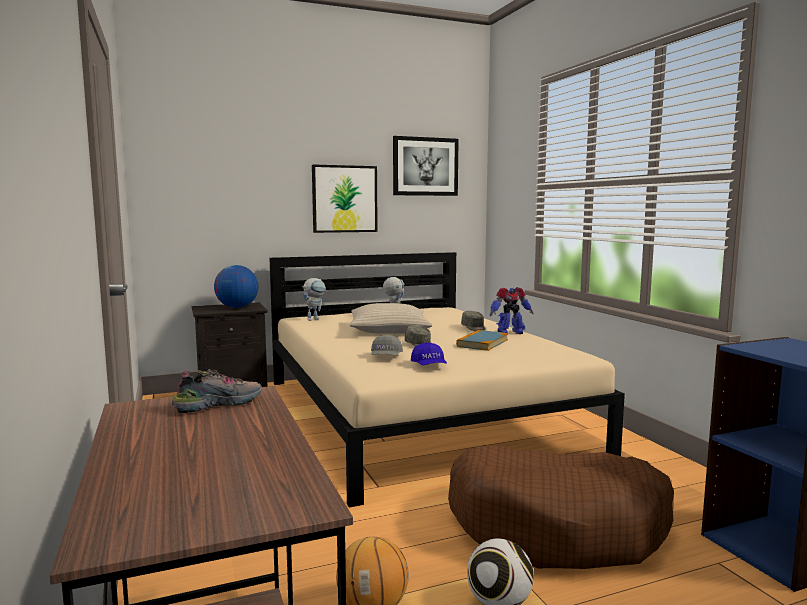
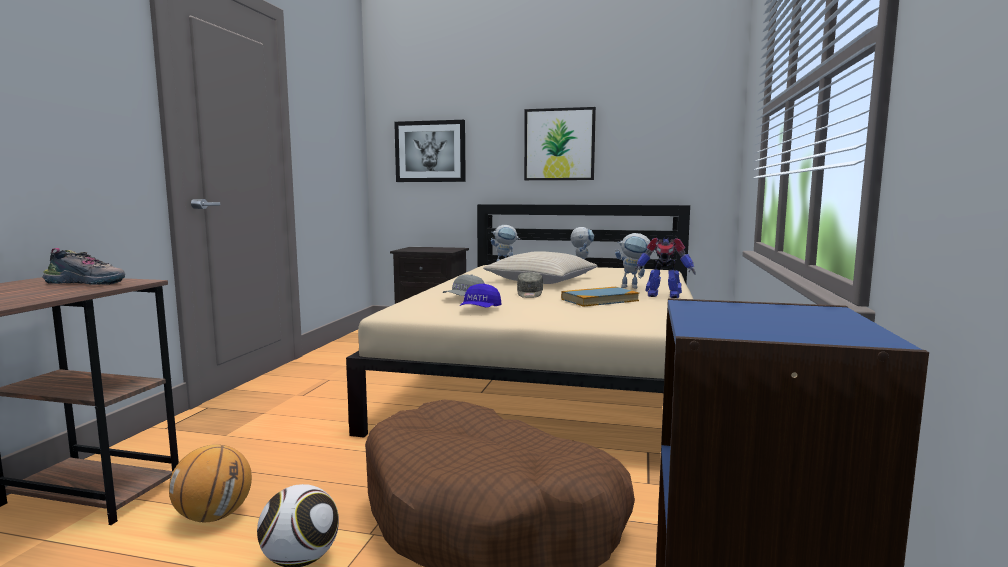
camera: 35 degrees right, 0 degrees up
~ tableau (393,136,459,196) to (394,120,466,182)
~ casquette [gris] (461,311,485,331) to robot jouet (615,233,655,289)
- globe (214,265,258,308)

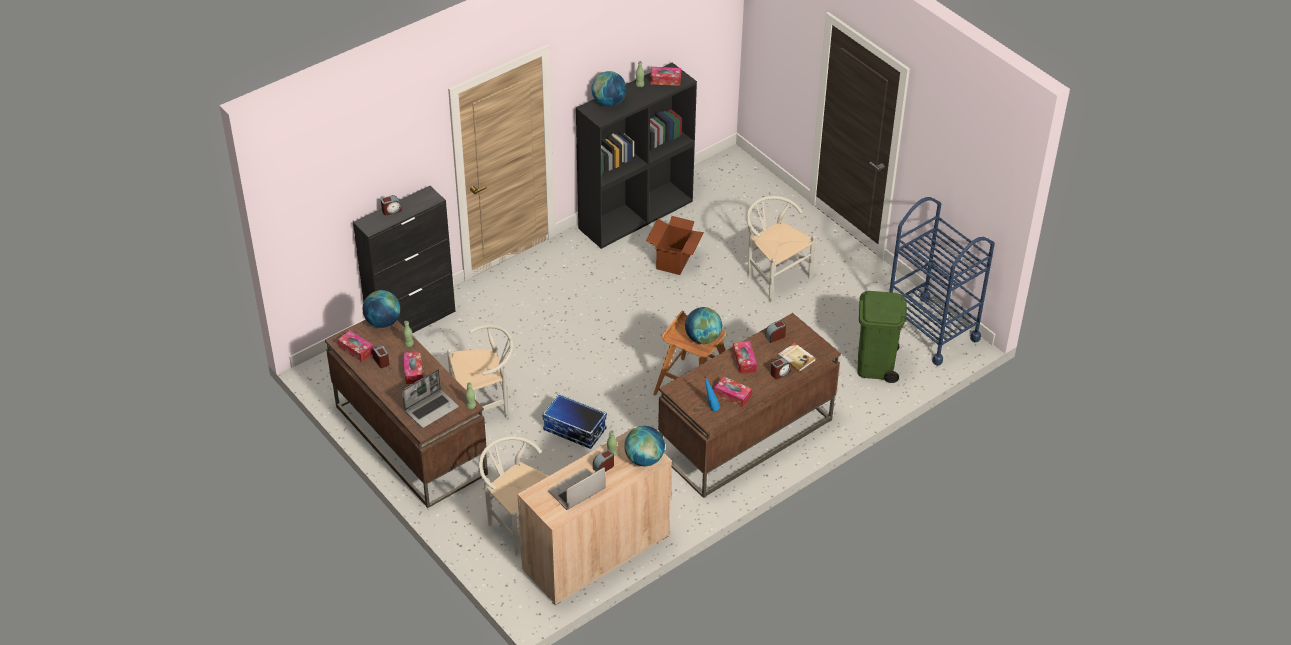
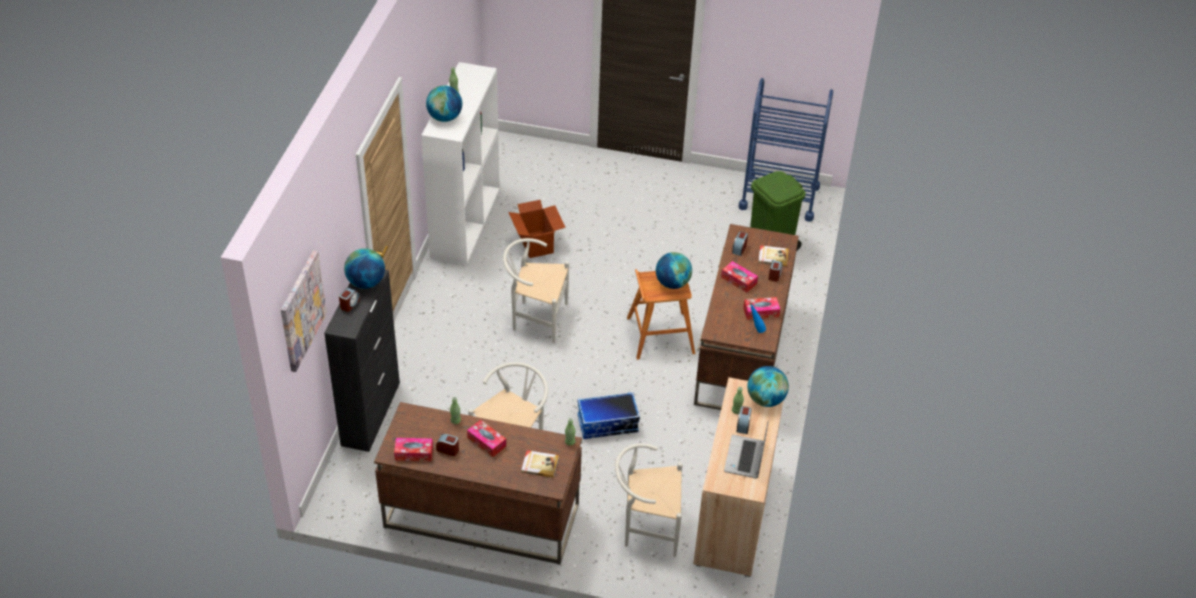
camera: 40 degrees left, 0 degrees up
+ tableau (281,250,327,372)
~ globe (363,290,400,328) to (344,248,385,289)
~ bibliothèque [noir] (576,62,697,249) to bibliothèque [blanc] (421,62,500,265)
~ chaise [blanc] (746,196,816,302) to (503,238,569,343)
~ ordinateur portable (402,369,459,428) to livre (521,450,559,478)
- boîte à mouchoirs (650,67,681,86)

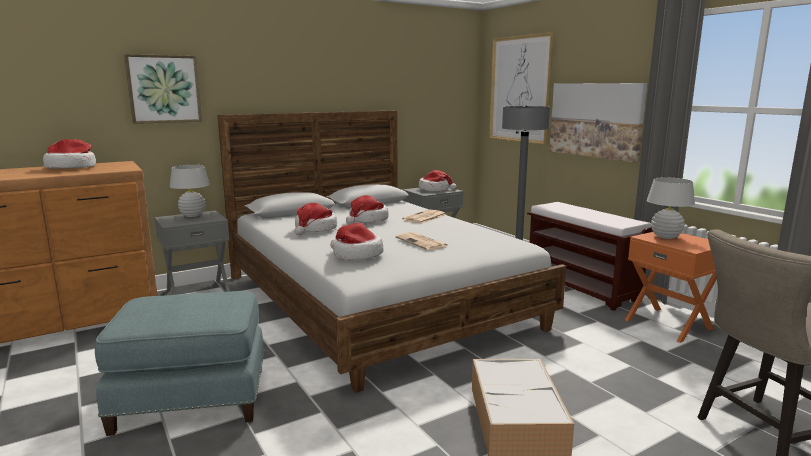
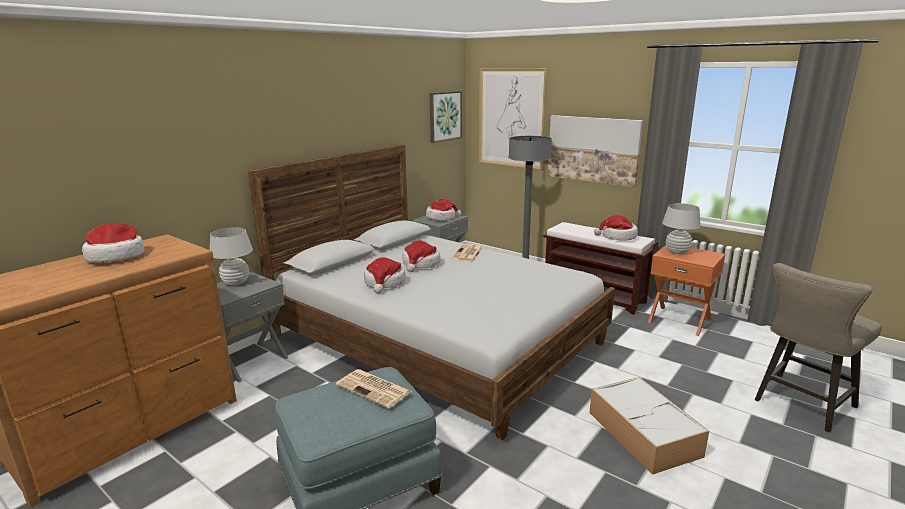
camera: 20 degrees left, 5 degrees up
~ journal (395,232,448,250) to (336,369,412,409)
~ tableau (124,54,202,124) to (430,91,462,143)
~ chapeau (330,223,383,260) to (594,215,638,241)

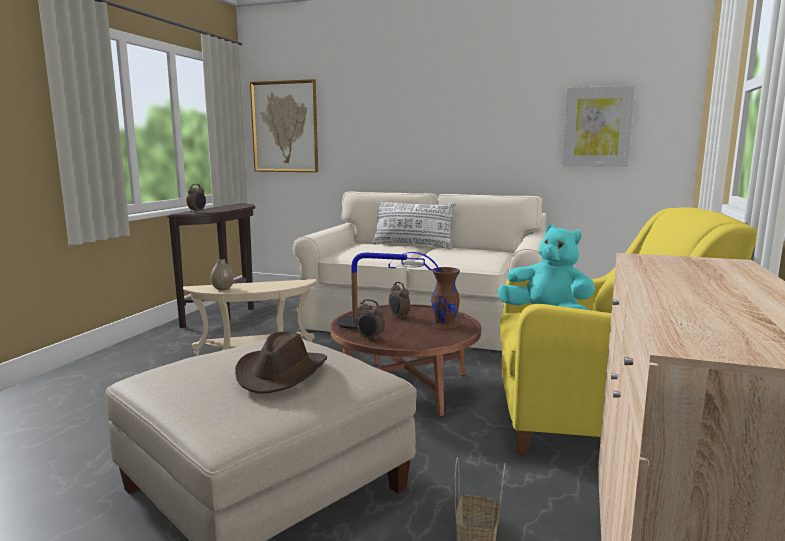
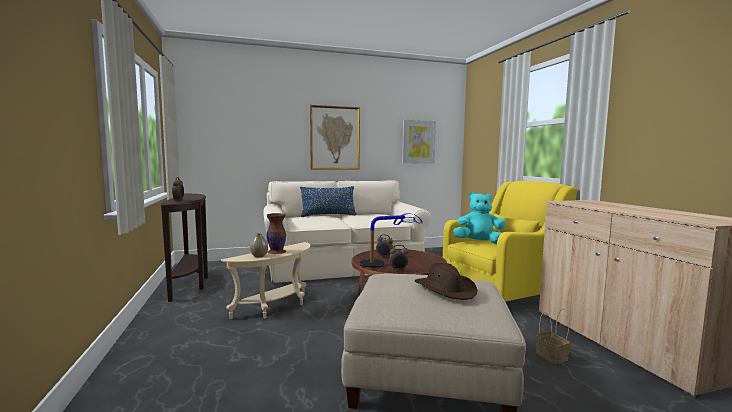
camera: 35 degrees left, 5 degrees down
~ vase [marron] (431,267,460,329) to (266,213,286,254)
~ coussin [blanc] (372,200,456,249) to coussin [bleu] (300,186,356,217)
~ tableau (250,79,318,172) to (310,105,360,170)

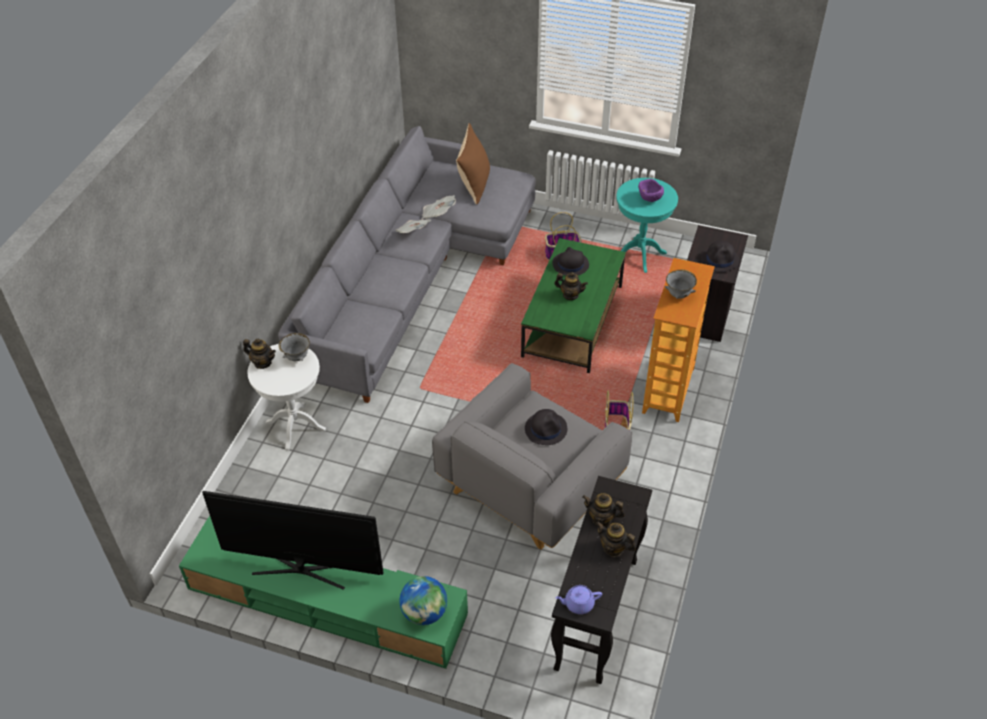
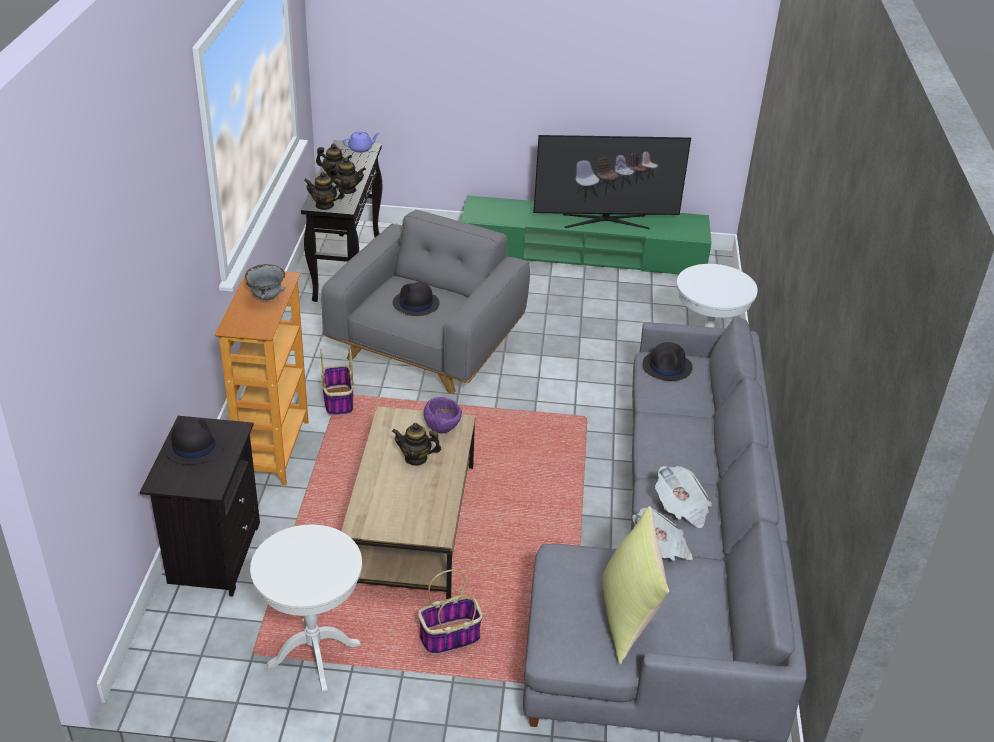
camera: 165 degrees right, 10 degrees down
~ table d'appoint [turquoise] (616,178,678,273) to table d'appoint [blanc] (250,524,362,692)
~ théière (243,339,276,369) to (304,172,345,210)
~ table basse [vert] (521,238,626,373) to table basse [marron] (341,407,476,599)
~ bol [violet] (638,179,664,202) to (424,397,462,433)
~ coussin [marron] (456,123,490,204) to coussin [jaune] (602,506,669,664)
~ chapeau [noir] (552,247,589,276) to (642,342,693,381)
- bol [gris] (279,333,310,361)
- globe (399,576,447,625)

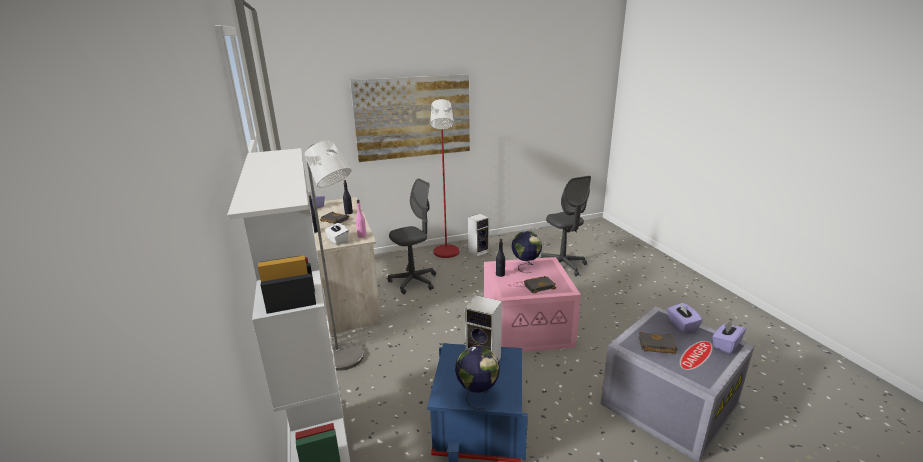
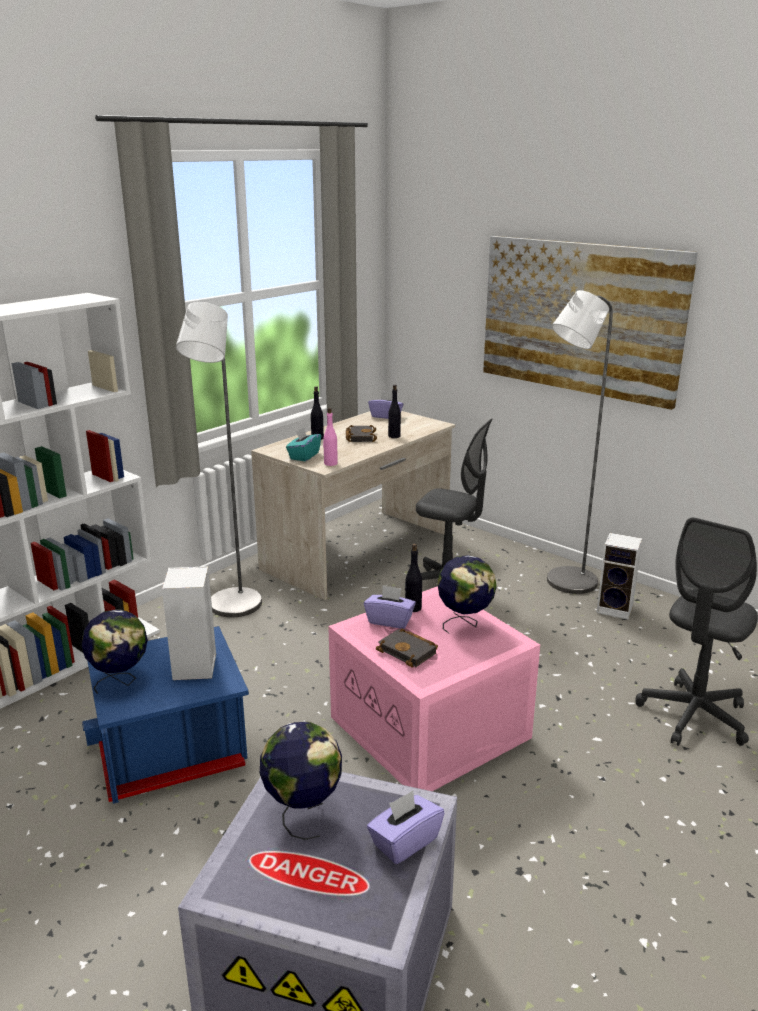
camera: 60 degrees right, 0 degrees up
~ livre [noir] (638,332,677,354) to globe (260,722,342,840)
~ boîte à mouchoirs [blanc] (325,222,349,245) to boîte à mouchoirs [turquoise] (286,427,321,461)
~ boîte à mouchoirs [violet] (712,320,746,354) to (364,585,416,629)
~ lampadaire [rouge] (430,99,459,258) to lampadaire [gris] (547,290,613,594)

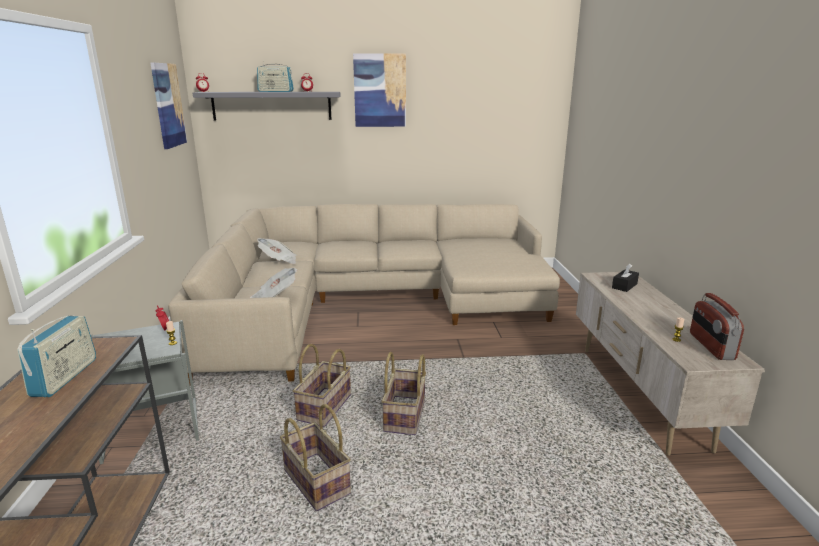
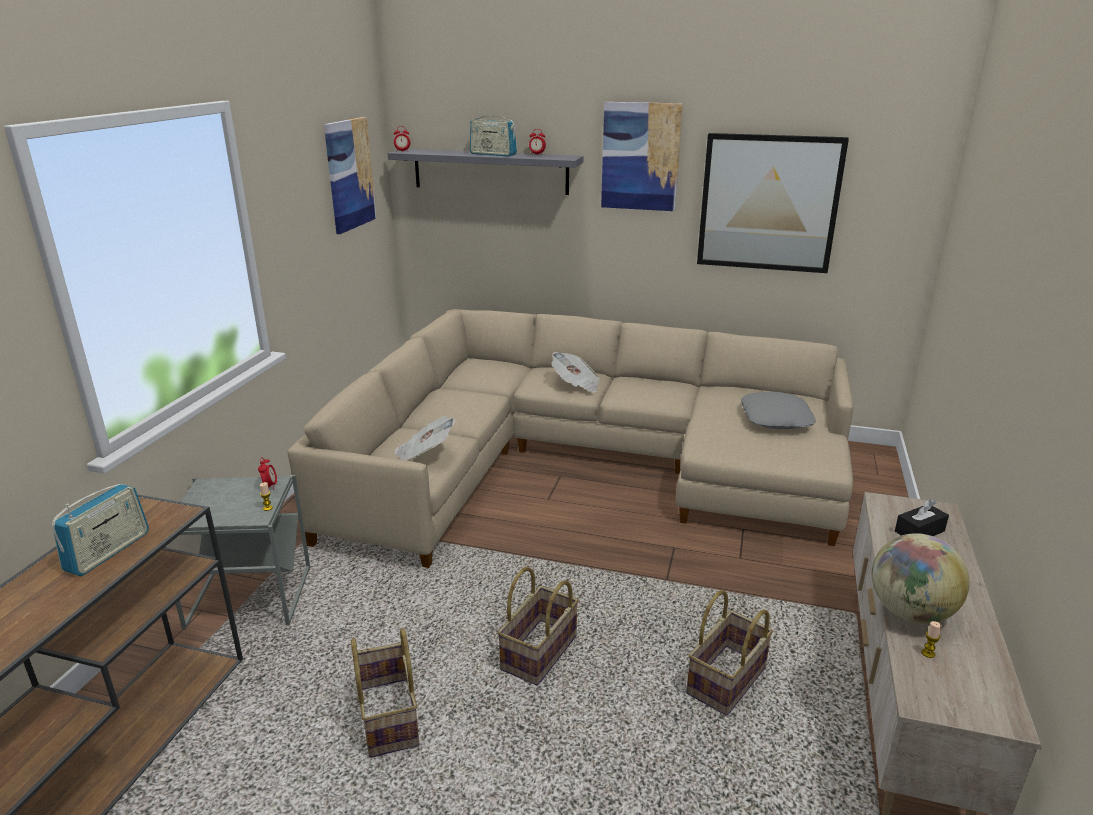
camera: 20 degrees right, 5 degrees up
~ journal (257,238,297,264) to (551,352,600,393)
~ panier (293,344,351,427) to (686,590,773,716)
+ tableau (697,133,849,273)
+ coussin [gris] (741,392,816,429)
+ globe (872,533,969,624)
- radio (690,293,744,360)

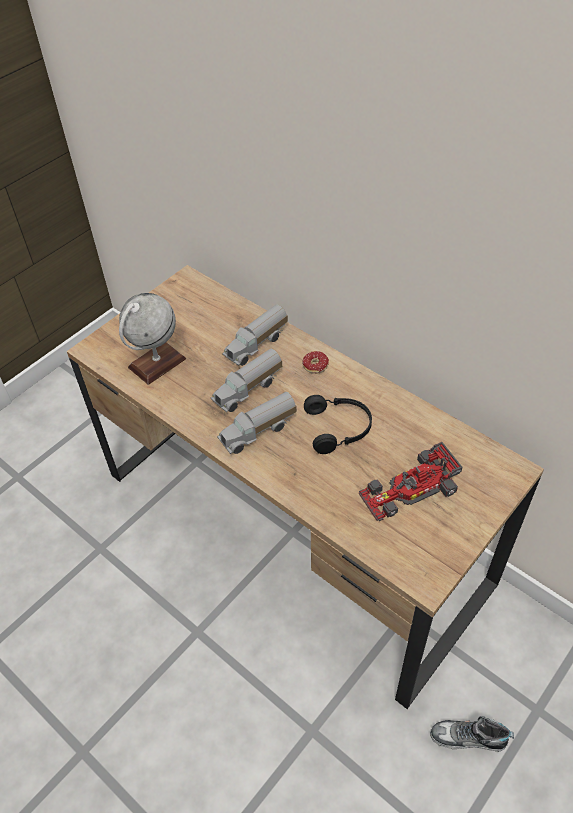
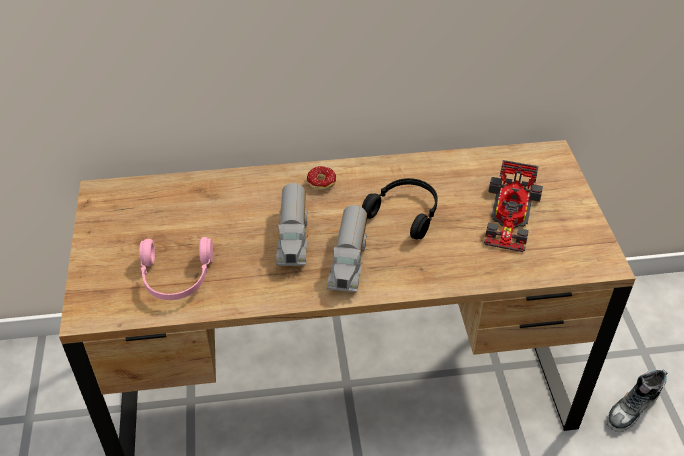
camera: 50 degrees left, 5 degrees down
~ globe (119,293,186,385) to casque audio [rose] (139,237,213,300)
- camion jouet (222,305,288,366)

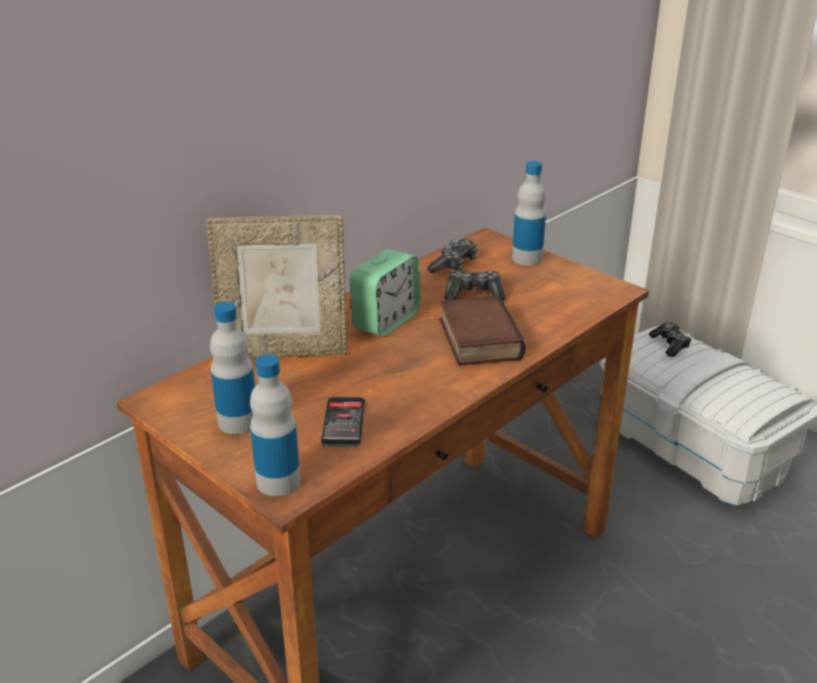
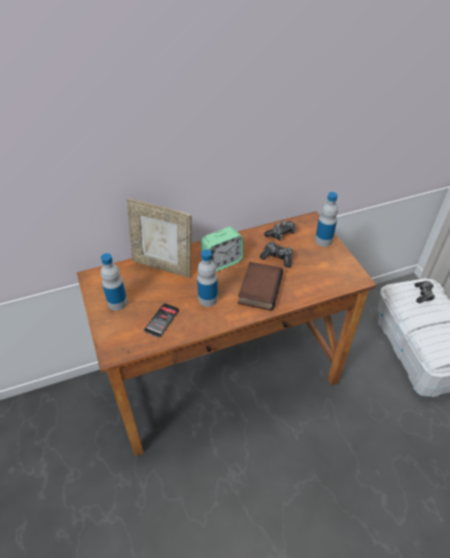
camera: 25 degrees right, 15 degrees up
~ bouteille (250,354,300,496) to (197,249,218,307)

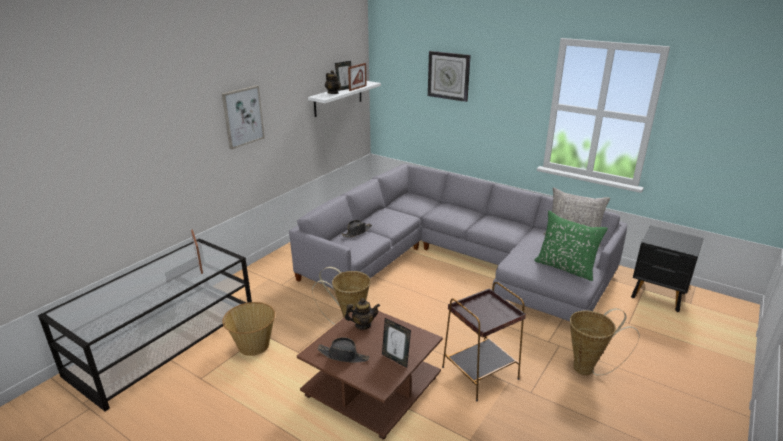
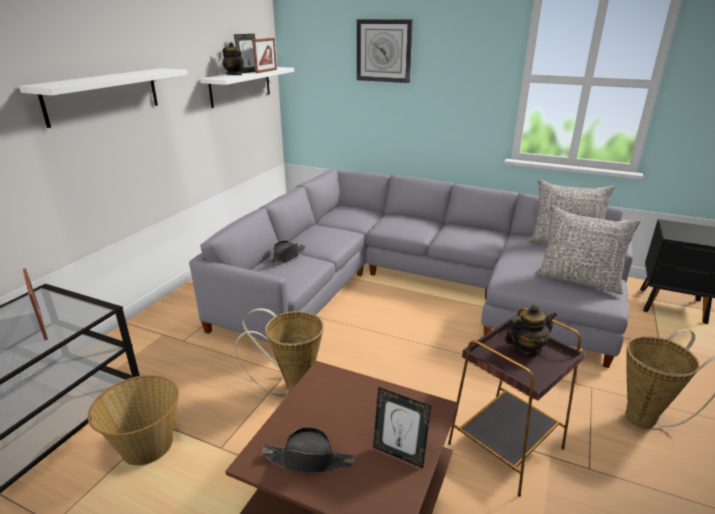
camera: 10 degrees left, 0 degrees up
~ tableau (222,85,265,150) to étagère [blanc] (19,68,188,128)
~ théière (345,298,380,330) to (504,305,557,356)
~ coussin [vert] (534,211,608,281) to coussin [gris] (534,205,641,294)

